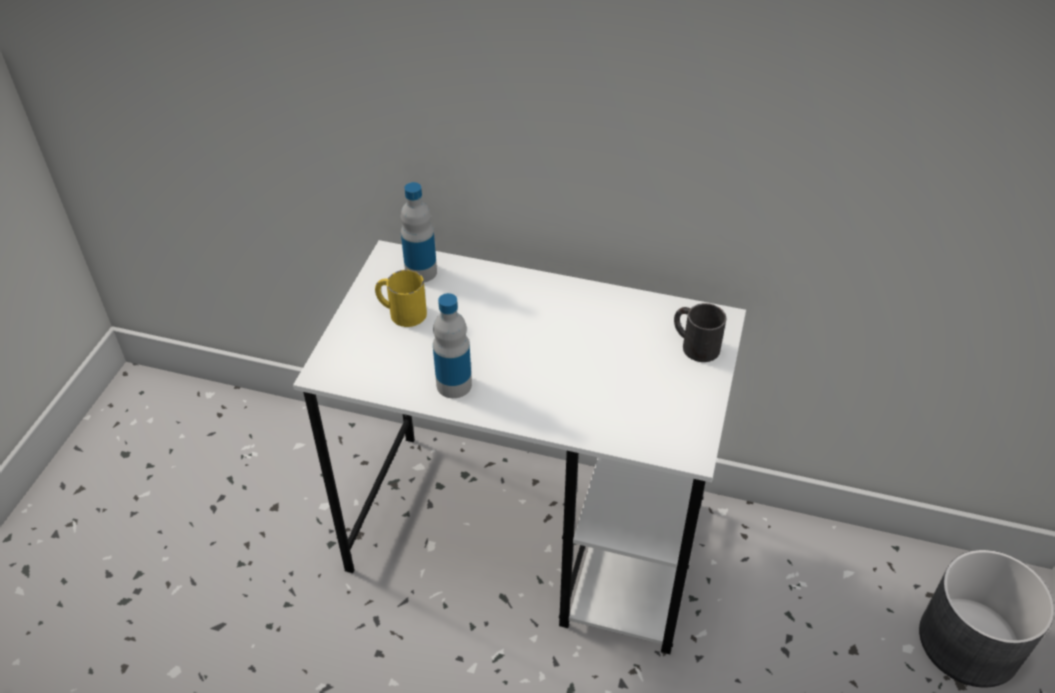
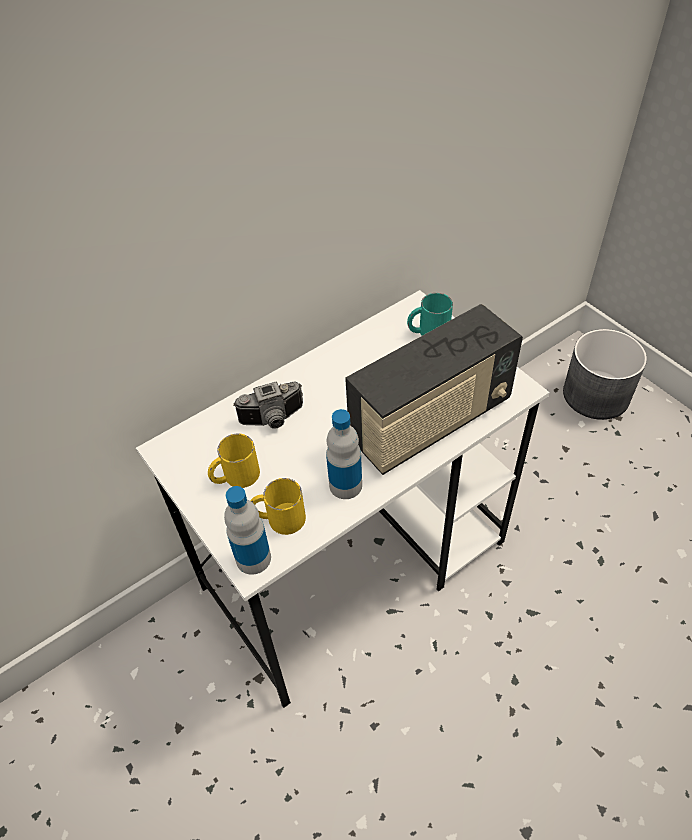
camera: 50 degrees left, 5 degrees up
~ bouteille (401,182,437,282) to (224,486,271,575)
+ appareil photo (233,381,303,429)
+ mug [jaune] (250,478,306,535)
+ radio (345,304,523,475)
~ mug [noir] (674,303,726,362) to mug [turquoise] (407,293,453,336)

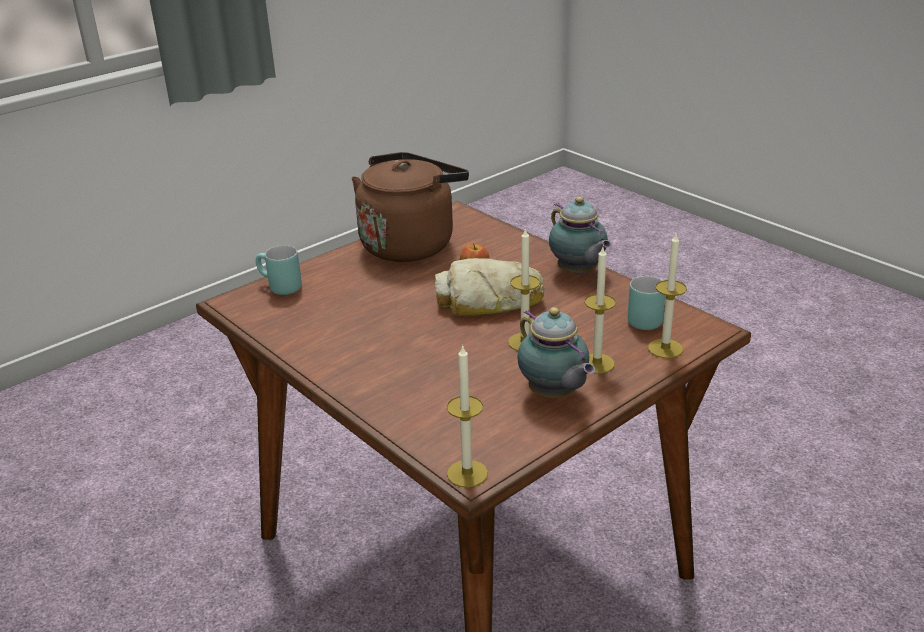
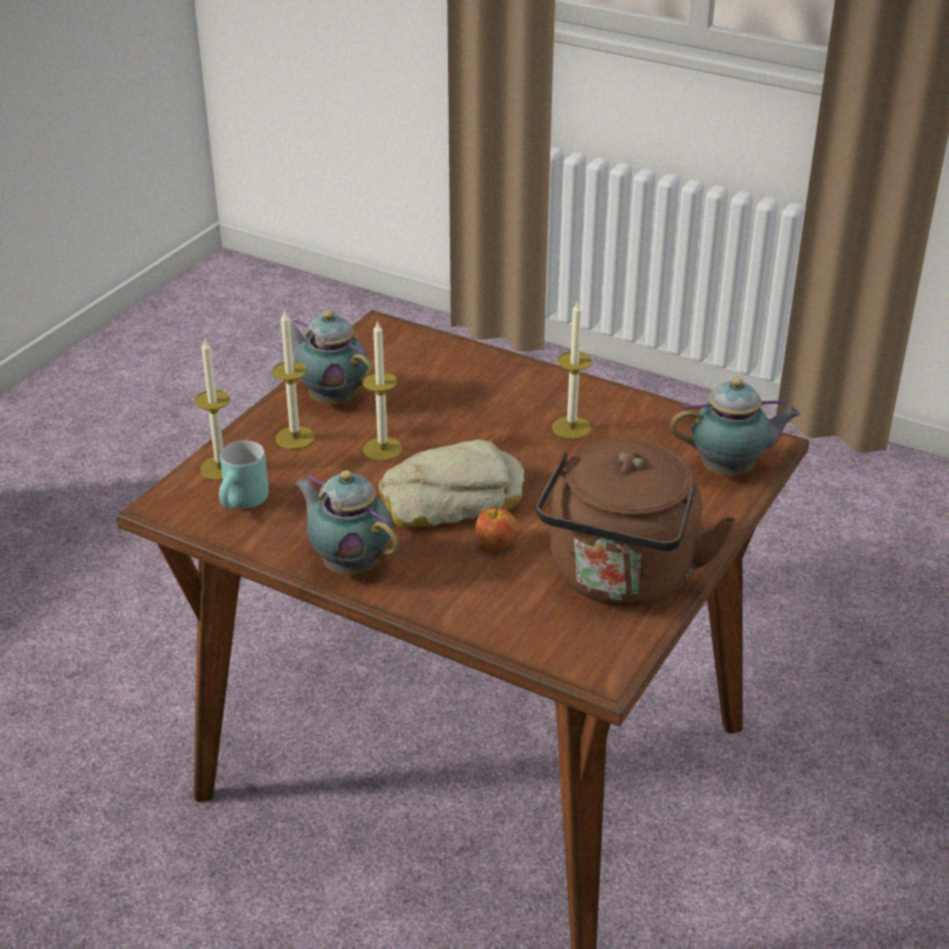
camera: 160 degrees right, 5 degrees up
~ bougie (447,344,488,488) to (552,300,592,439)
~ mug [turquoise] (256,245,302,295) to théière (670,377,801,476)

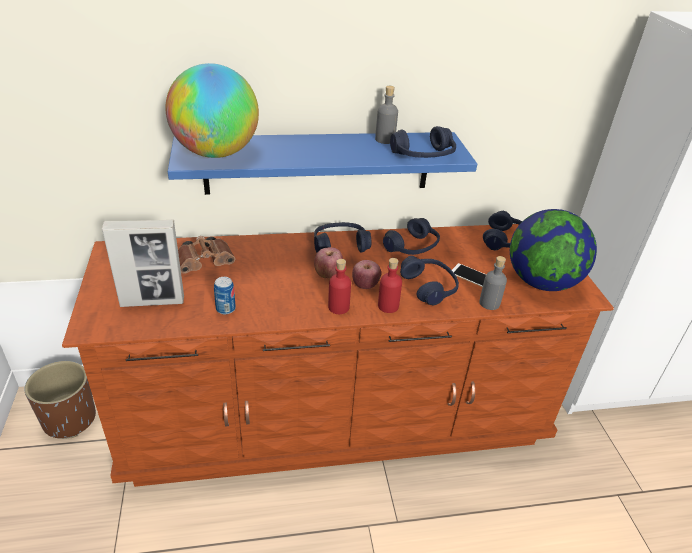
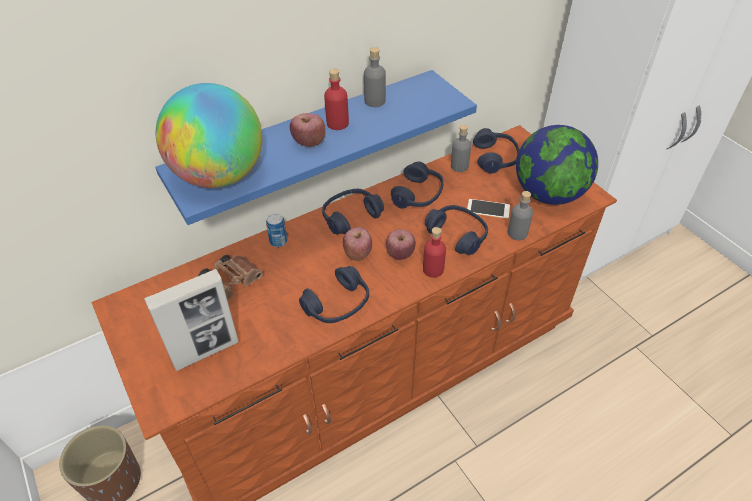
camera: 20 degrees left, 10 degrees up
~ boîte métallique (214,277,236,314) to (266,213,288,247)
+ pomme (290,113,326,147)
~ casque audio [bleu] (390,126,456,158) to (299,266,369,323)
~ bouteille [rouge] (328,259,351,314) to (324,69,349,130)
+ bouteille [gris] (451,125,471,172)

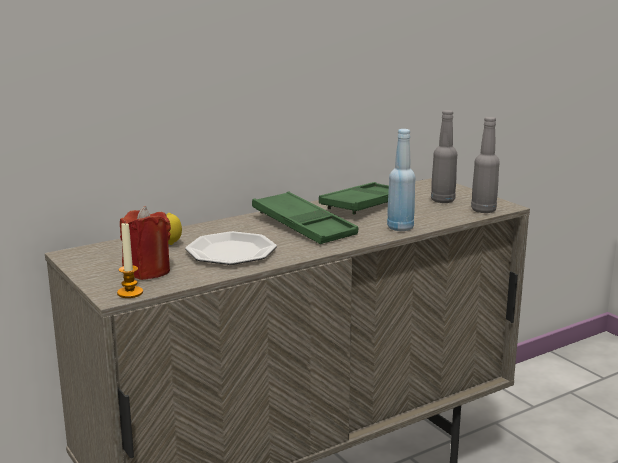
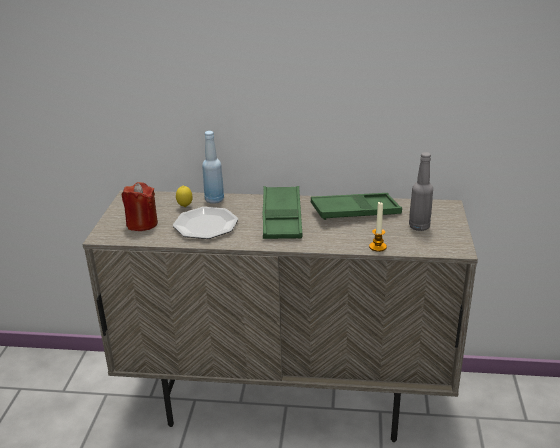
camera: 40 degrees right, 10 degrees up
~ bouteille [bleu] (387,129,415,231) to (202,131,224,204)
~ bougie (117,223,143,298) to (369,201,387,252)
- bouteille [gris] (471,117,500,213)

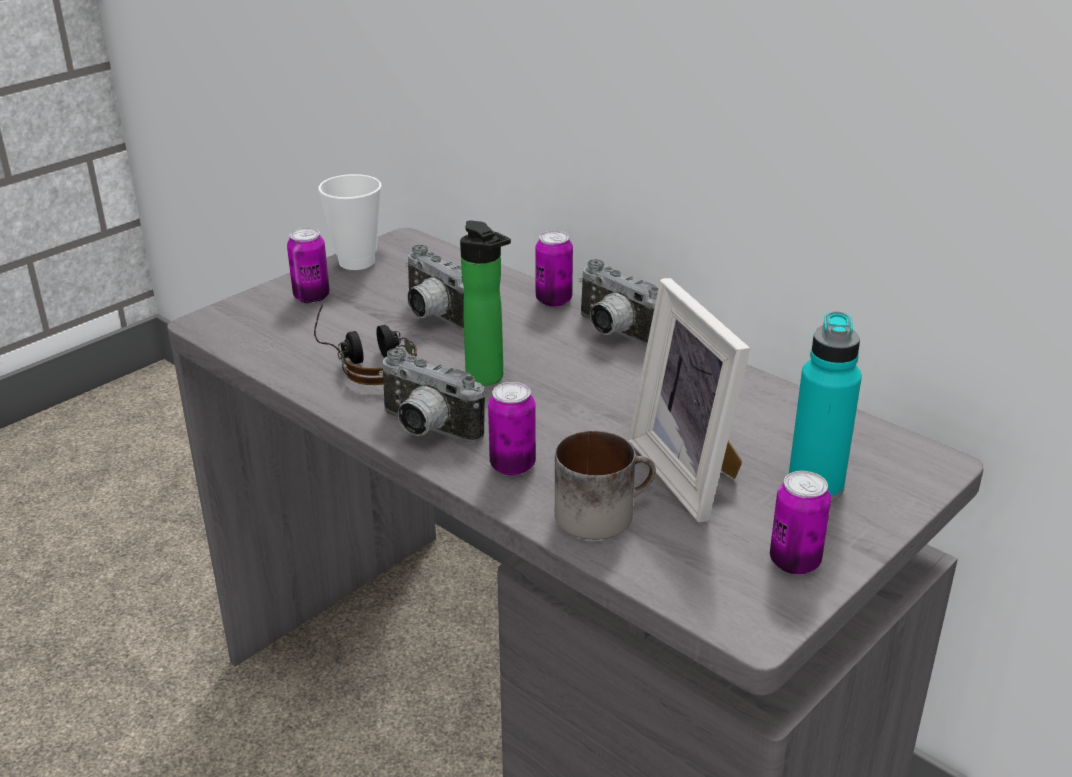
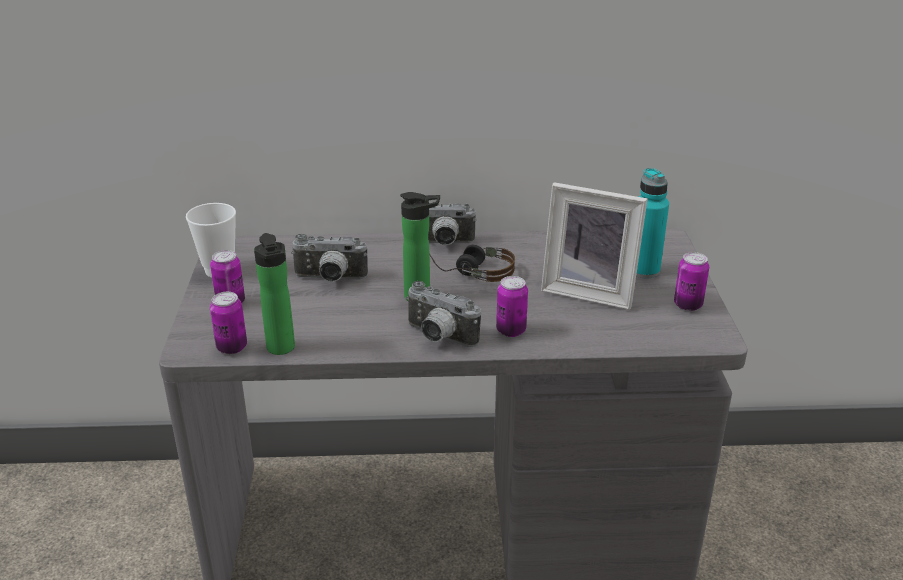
camera: 45 degrees left, 0 degrees up
~ boîte métallique (535,231,573,307) to (210,292,247,354)
+ bouteille (254,233,295,355)
~ appareil photo (379,348,485,443) = (406,281,481,347) 45 degrees clockwise
~ casque audio (314,305,417,385) to (430,245,515,282)
- mug (555,431,656,540)

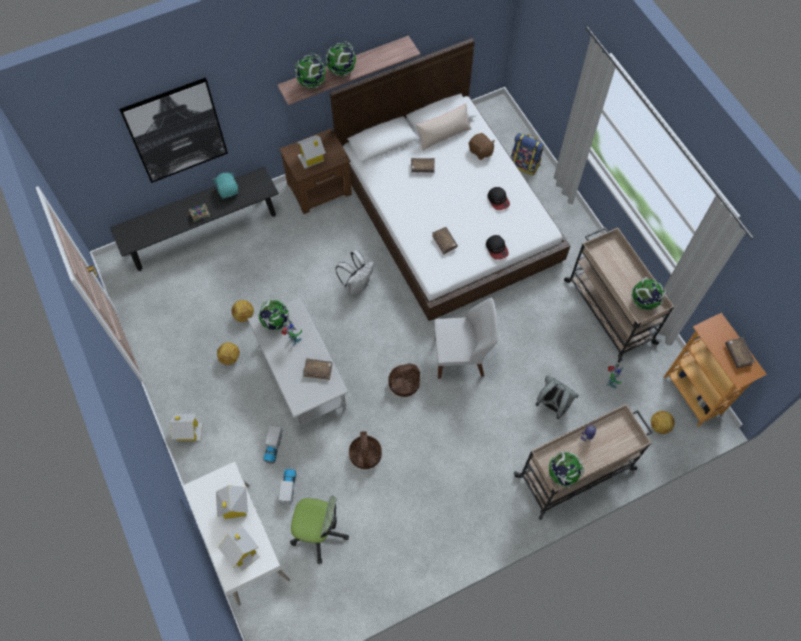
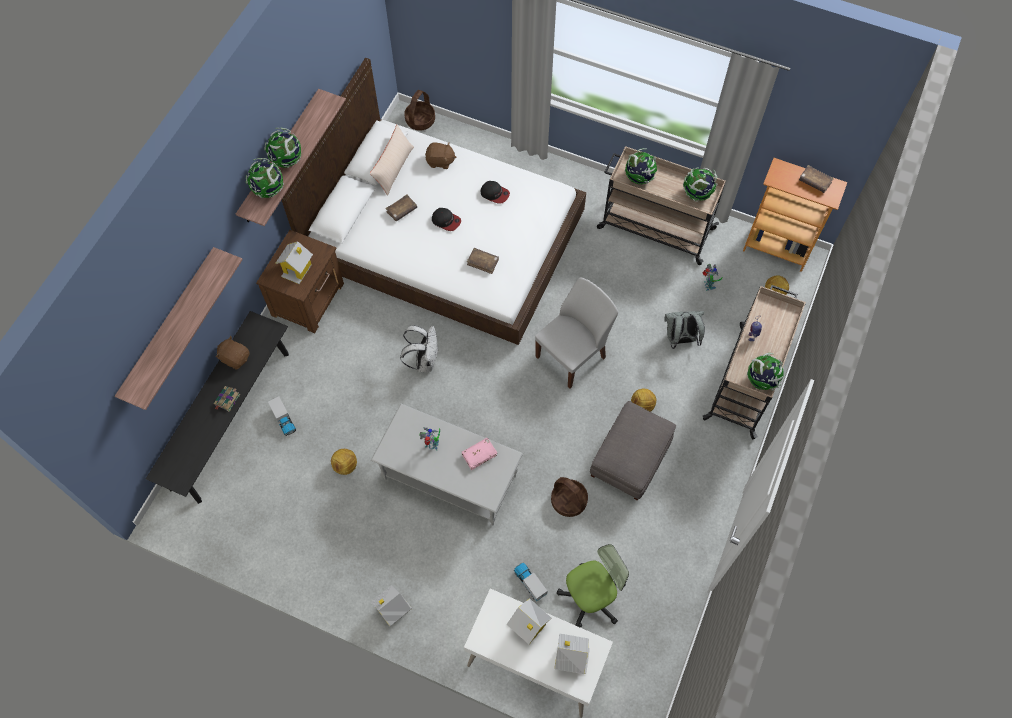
camera: 40 degrees left, 0 degrees up
~ tableau (119,78,228,183) to étagère (115,247,243,410)
~ peluche [turquoise] (213,172,238,199) to peluche [marron] (216,336,249,369)
~ camion jouet (263,426,282,463) to (268,396,296,436)
~ panier (388,363,420,397) to (404,90,435,131)
~ casquette (486,235,509,259) to (432,208,461,231)
~ livre [marron] (303,358,332,380) to livre [rose] (462,438,497,470)
+ pouf [gris] (590,401,676,500)
~ globe (259,299,289,331) to (625,148,657,184)
~ ballon de foot (217,342,240,365) to (631,389,657,412)
- sac à dos (511,133,544,175)

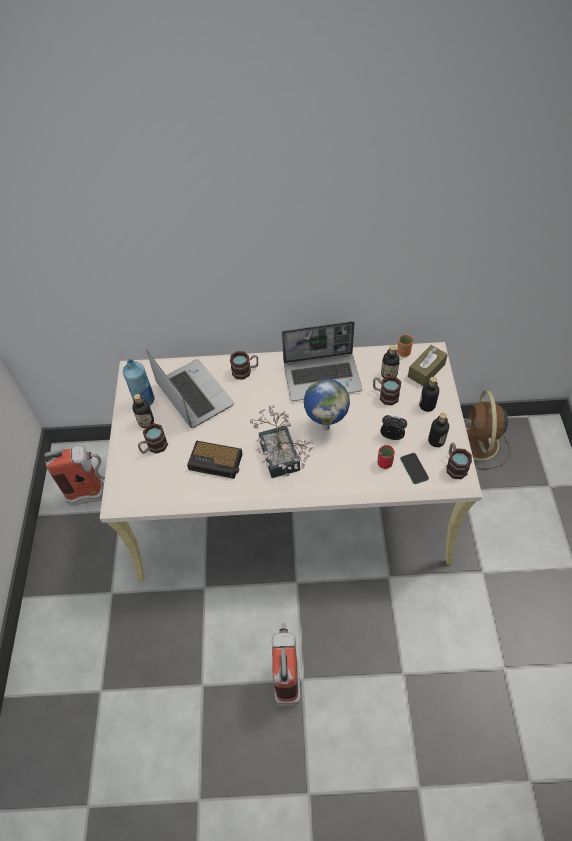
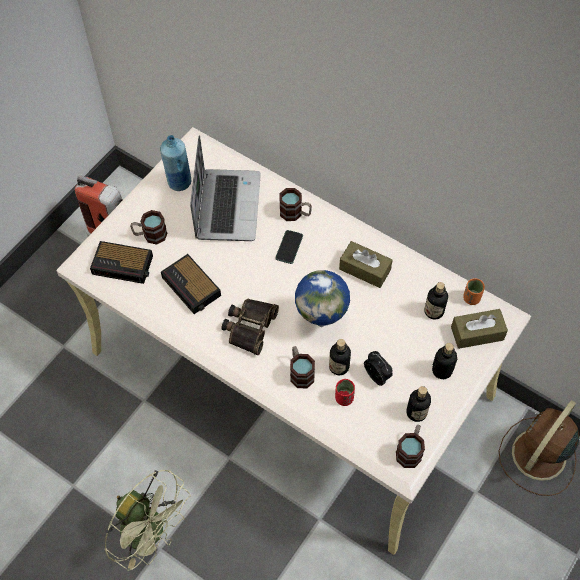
camera: 35 degrees right, 5 degrees up
+ réveil (90,241,153,284)
~ extincteur (272,623,300,706) to ventilateur [vert] (105,470,191,570)
~ plante en pot (250,405,314,478) to jumelles (221,299,279,355)
~ téléphone (400,453,429,484) to (275,230,303,264)
~ mug (373,376,401,405) to (290,346,315,388)
~ bouteille (132,394,154,428) to (329,339,351,375)
~ ordinateur portable (282,321,362,401) to boîte à mouchoirs [marron] (339,241,392,288)

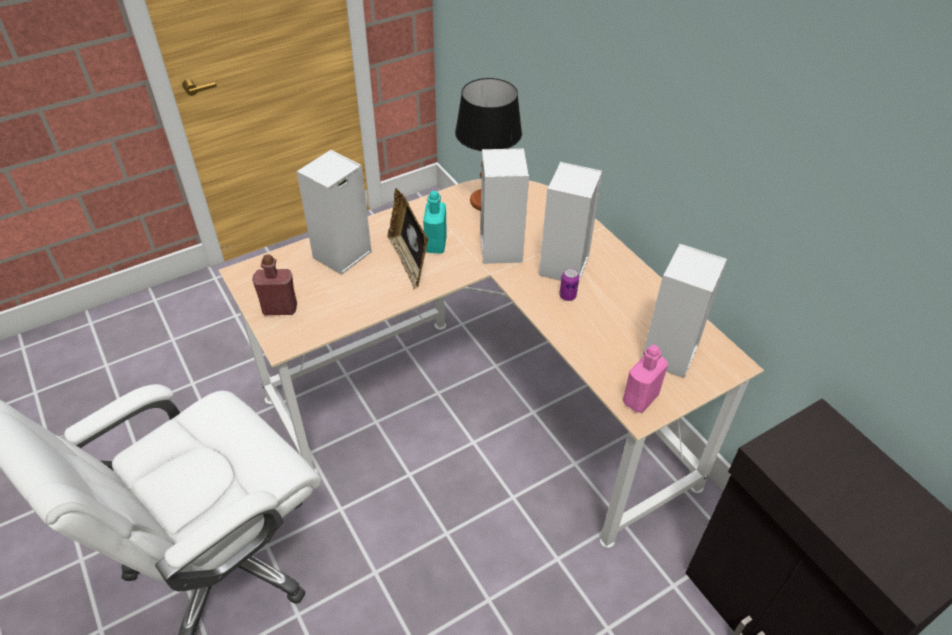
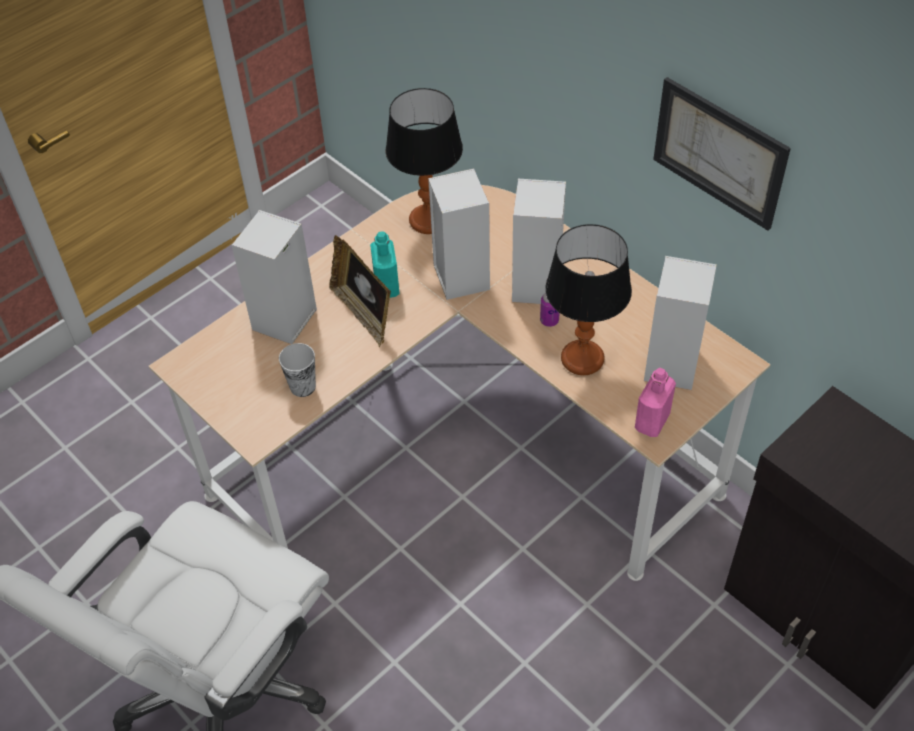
camera: 10 degrees left, 5 degrees up
+ tasse (279,343,316,397)
+ lampe de table (545,224,632,375)
+ tableau (653,77,791,230)
- bouteille [rouge] (252,255,297,316)

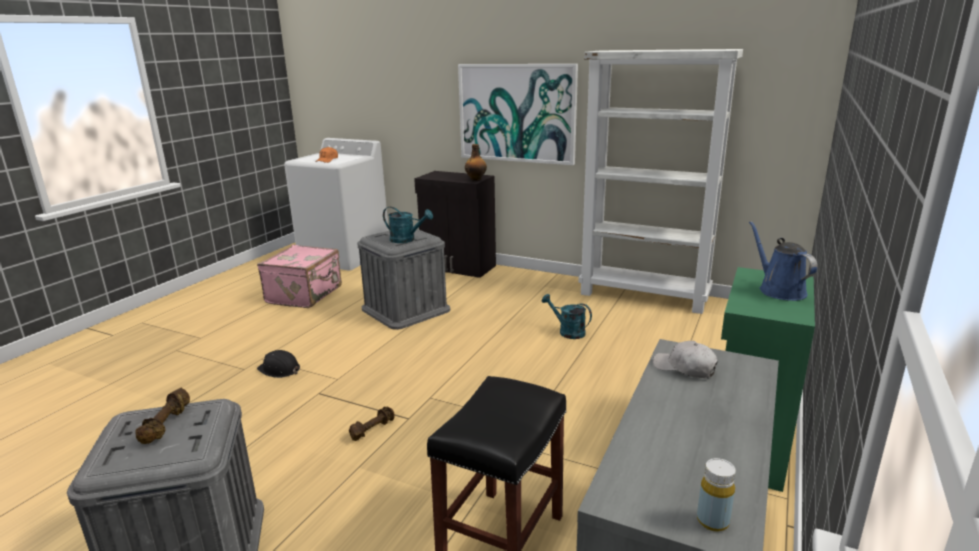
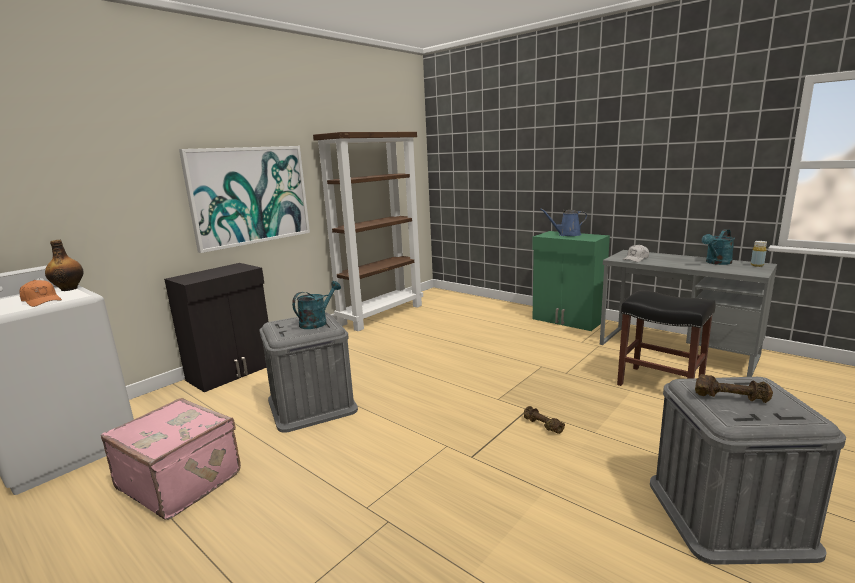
camera: 75 degrees left, 5 degrees down
~ bouteille (465,144,487,181) to (45,240,83,291)
~ bibliothèque [blanc] (578,49,743,314) to bibliothèque [marron] (313,132,423,331)
~ arrosoir [turquoise] (542,294,592,339) to (702,229,735,265)
- casque de chantier [noir] (257,350,300,378)

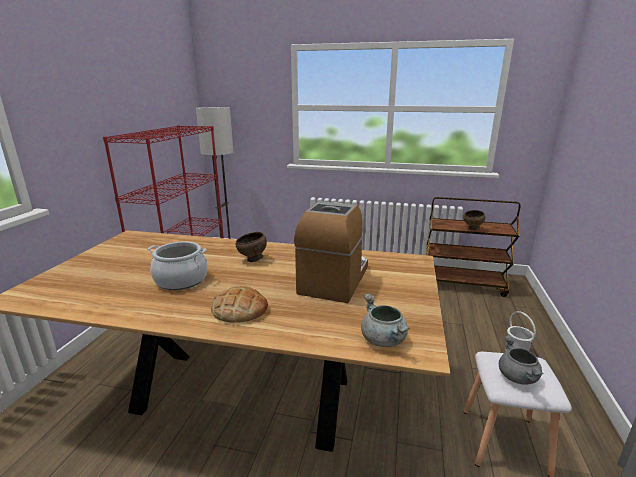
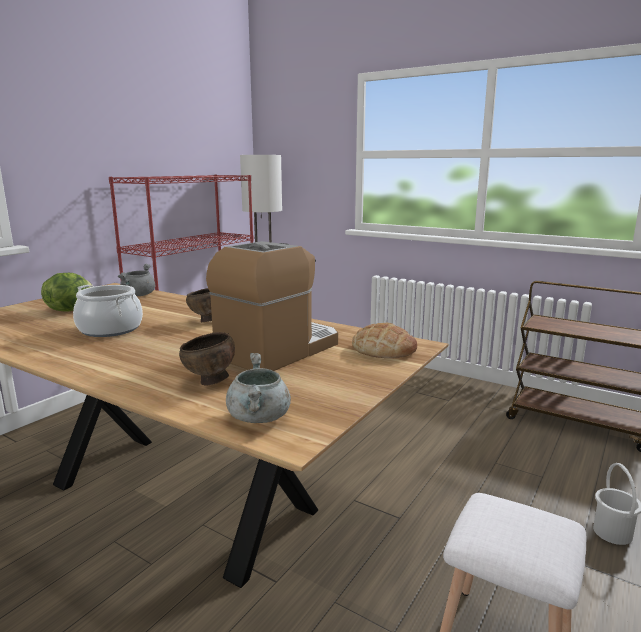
camera: 20 degrees right, 5 degrees down
+ laitue (41,273,93,311)
~ marmite [gris] (499,336,544,385) to (118,264,155,296)
~ bol [marron] (463,210,486,230) to (179,332,235,386)
~ pain (211,286,268,323) to (352,323,417,358)

